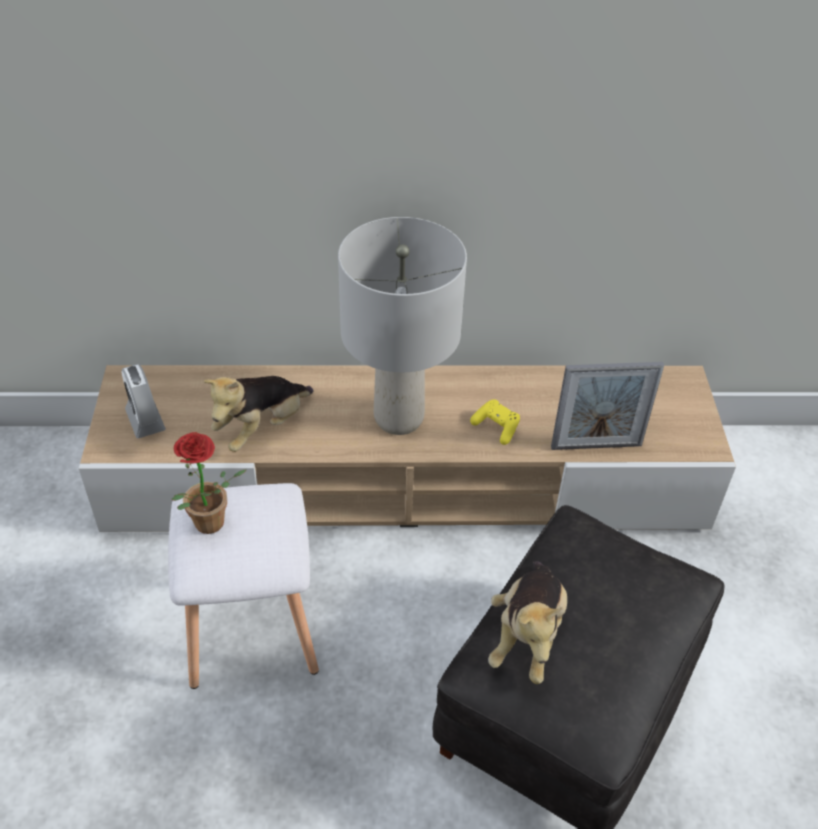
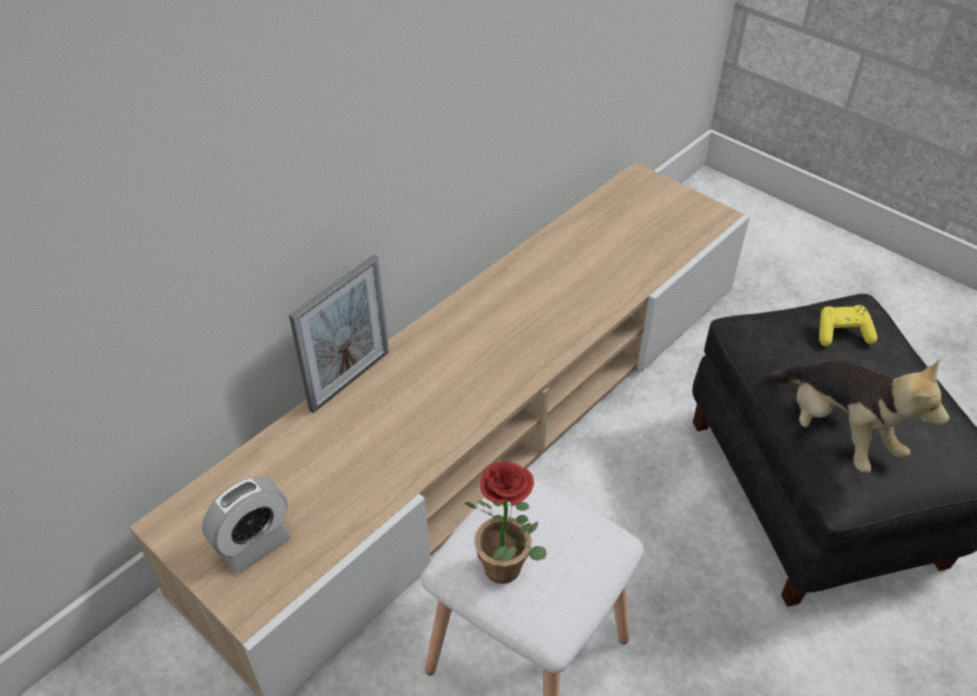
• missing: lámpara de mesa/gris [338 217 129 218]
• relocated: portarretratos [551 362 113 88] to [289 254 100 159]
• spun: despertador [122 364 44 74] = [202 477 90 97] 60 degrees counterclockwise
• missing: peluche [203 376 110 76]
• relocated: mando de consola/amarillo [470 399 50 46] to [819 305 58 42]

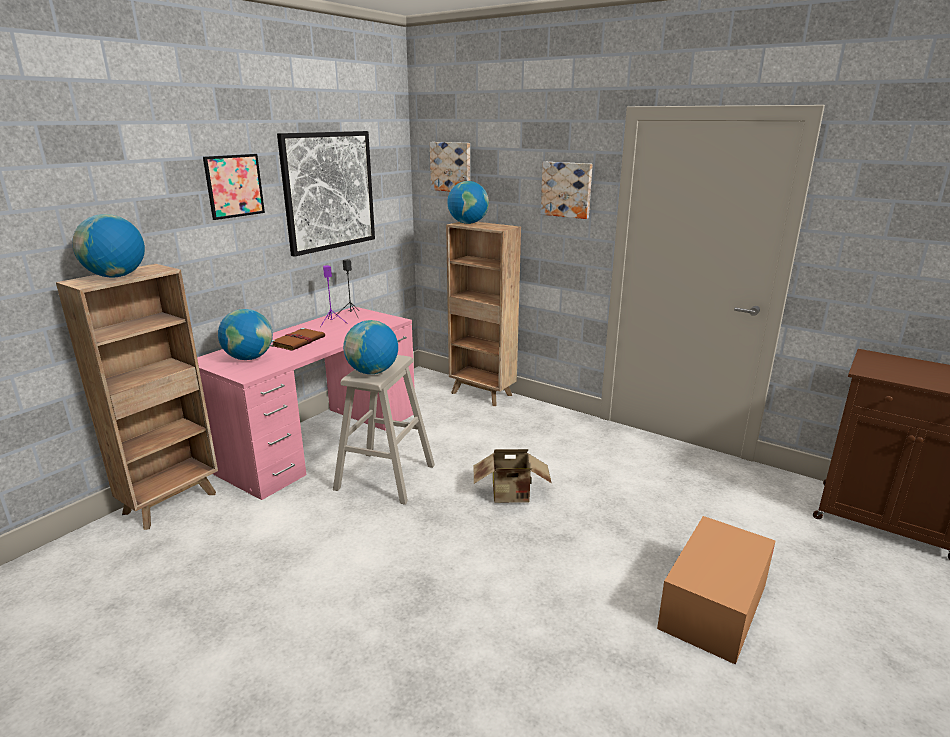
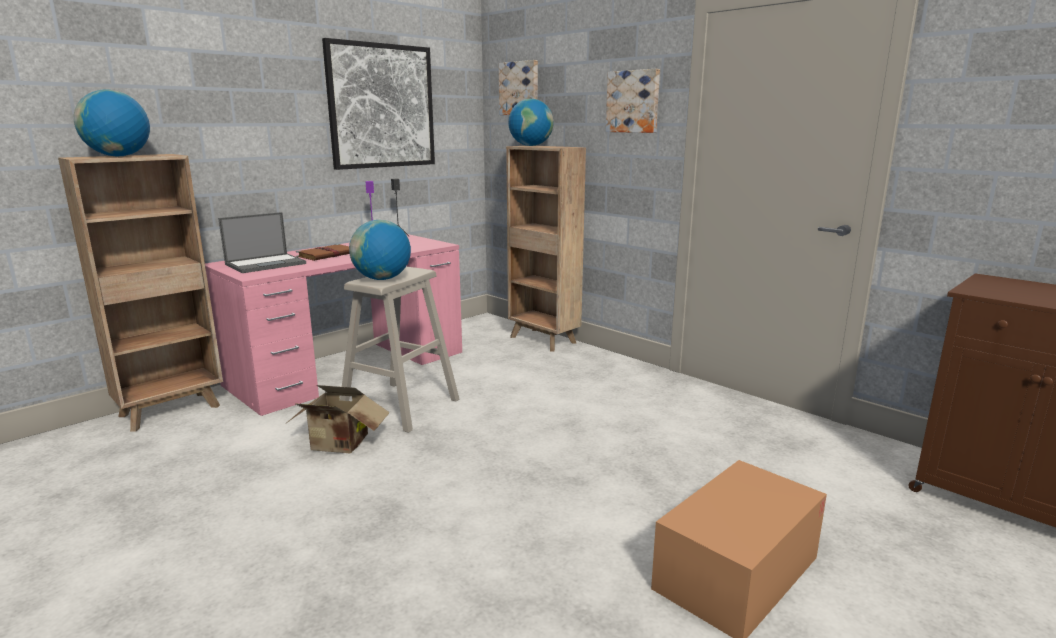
• missing: cuadro [203 154 62 66]
• exchanged: globo terráqueo [218 309 55 51] to portátil [218 212 88 61]
• relocated: caja de cartón [474 449 78 54] to [288 385 102 68]

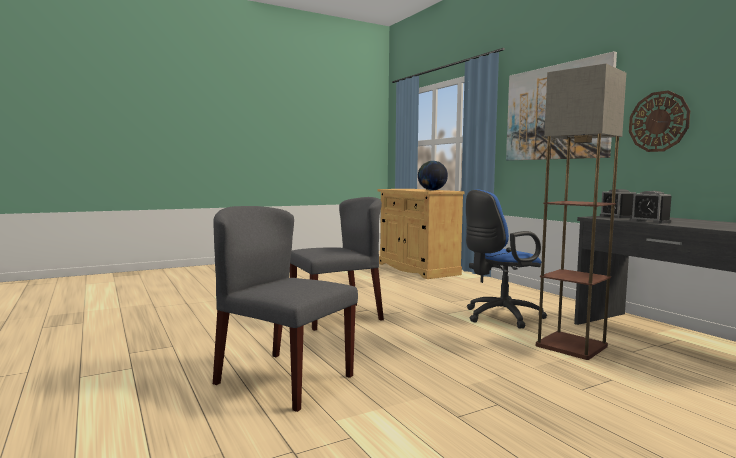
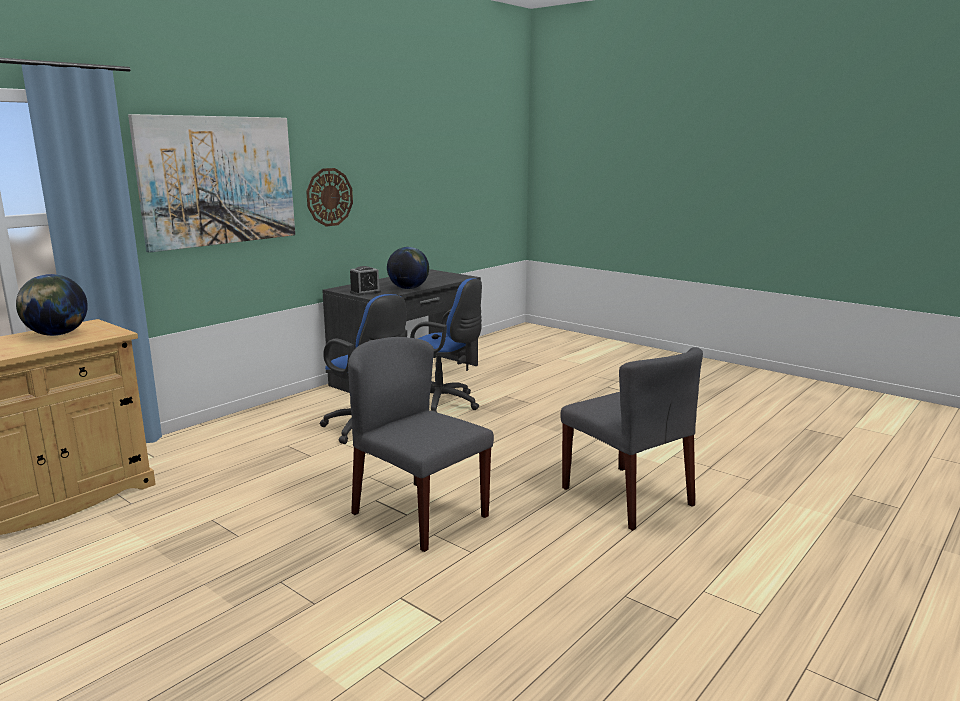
• exchanged: lámpara de pie [536 64 90 296] to silla de oficina/azul [410 278 72 134]
• exchanged: despertador [630 191 41 33] to globo terráqueo [387 247 42 42]
• spun: silla/gris [213 206 145 206] = [560 347 143 184] 45 degrees counterclockwise

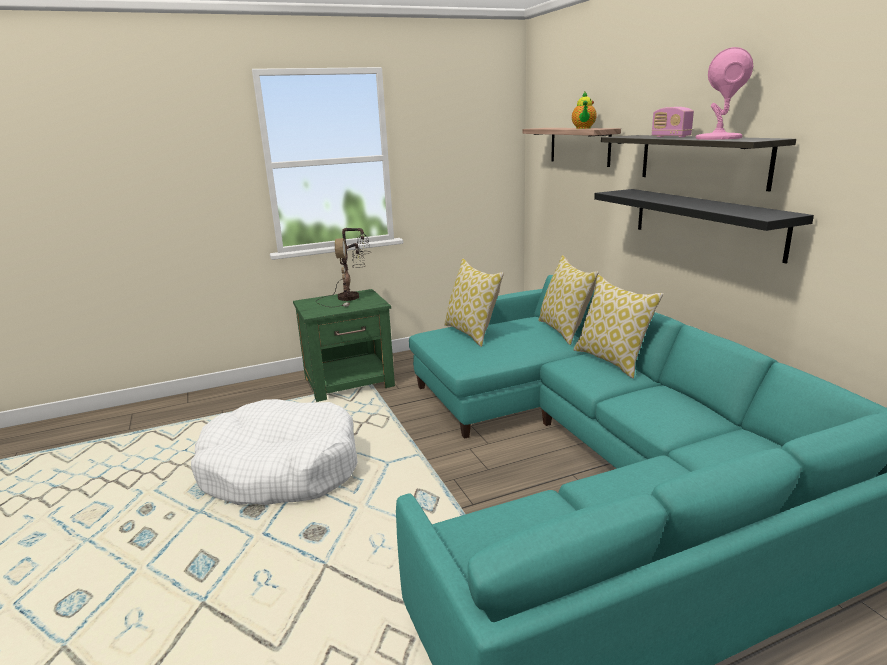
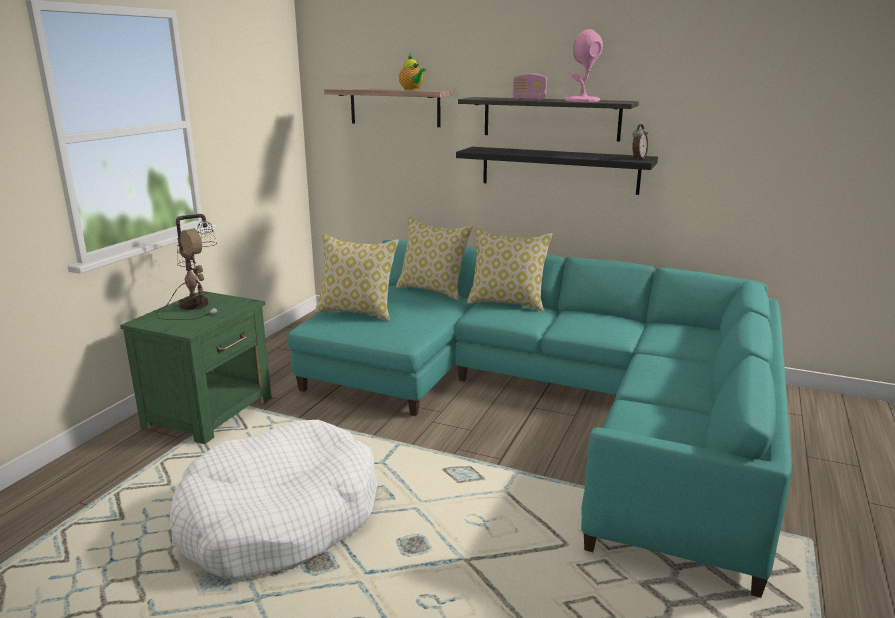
• appeared: despertador [632 124 16 36]

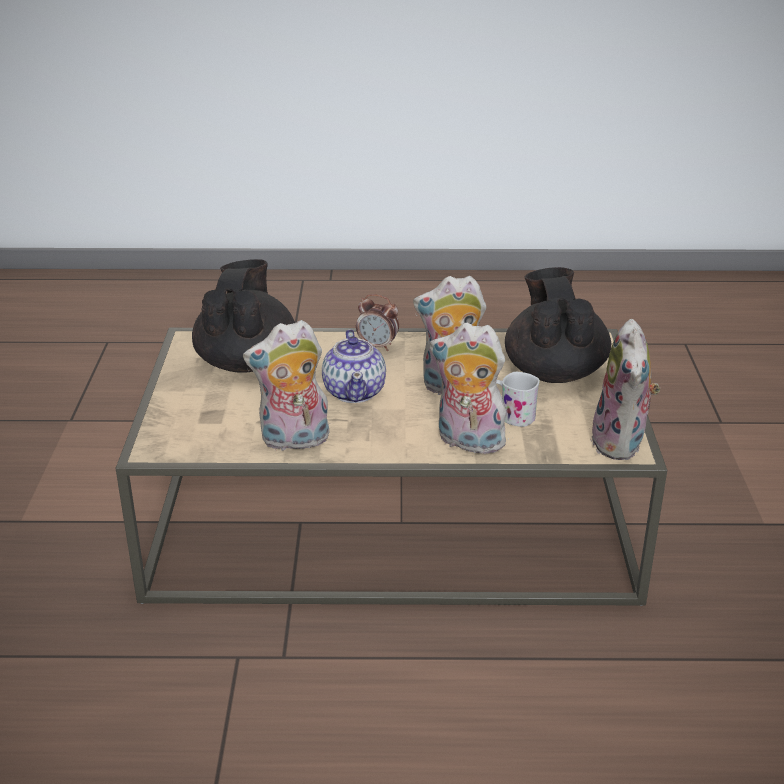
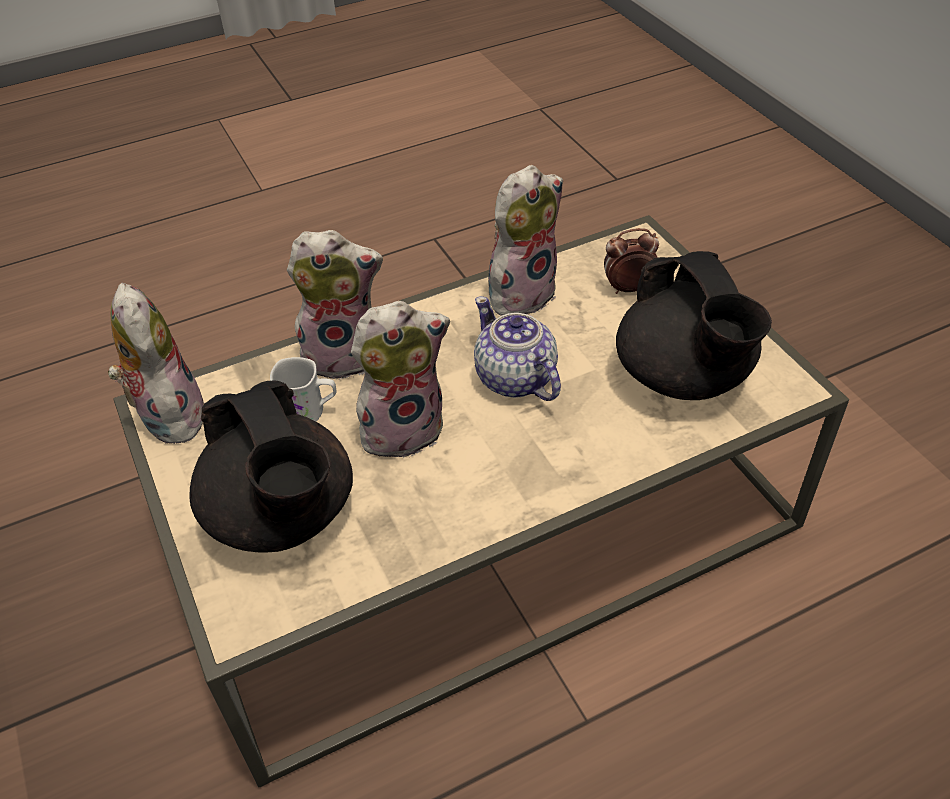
• relocated: despertador [356 294 43 57] to [604 228 55 66]

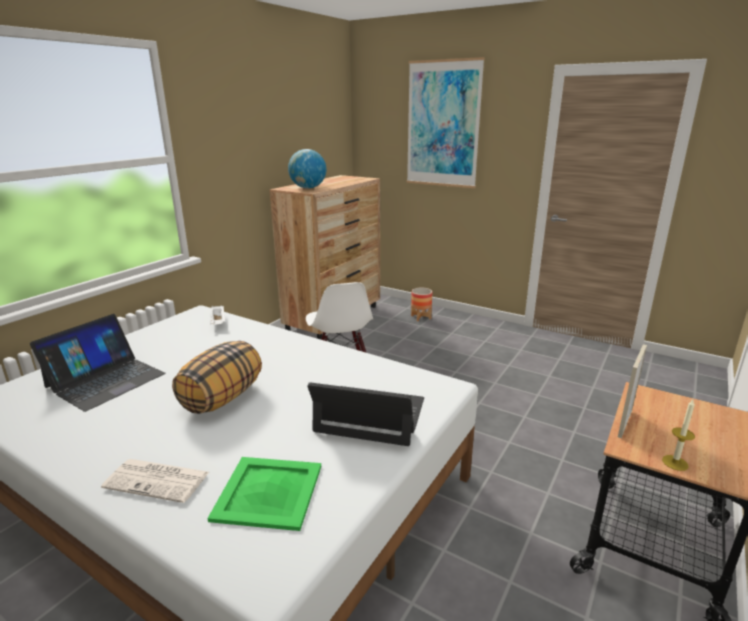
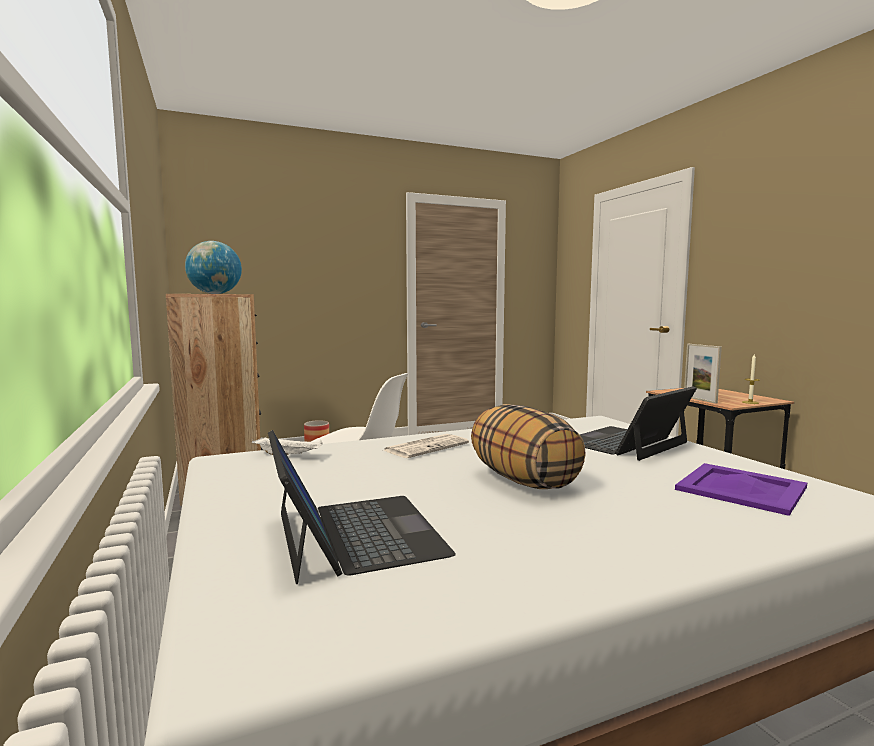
• missing: cuadro [407 57 78 131]
• colour: bandeja/verde [207 457 114 74] to bandeja/morado [675 463 132 53]
• relocated: periódico [101 459 108 44] to [382 434 87 24]

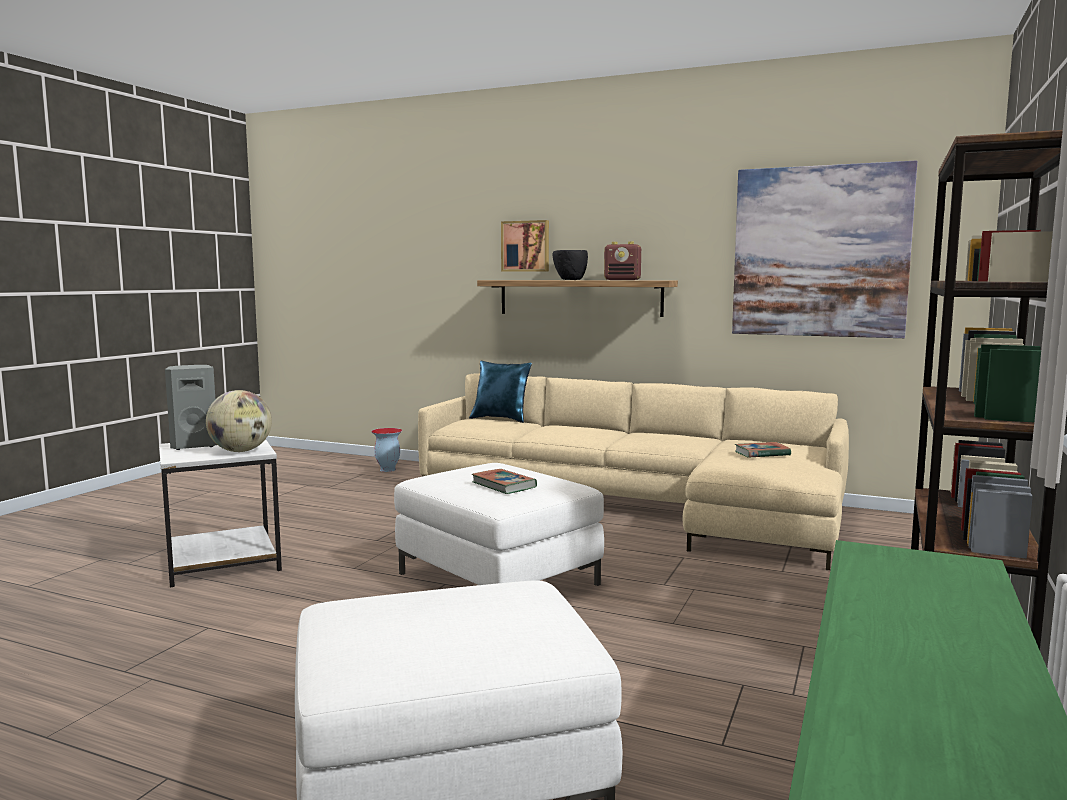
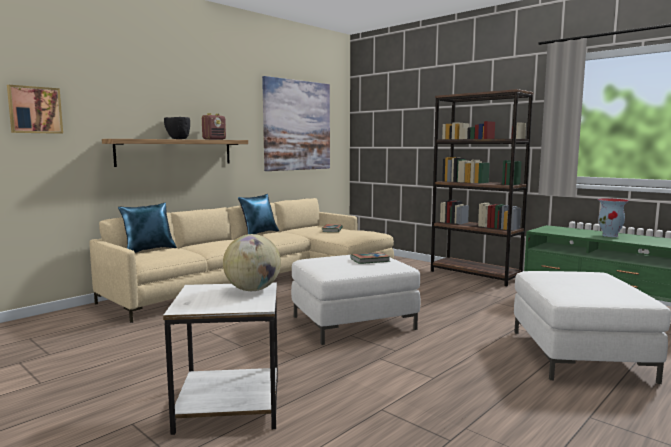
• relocated: cuadro [501 220 48 52] to [7 85 56 49]
• missing: altavoz/gris [165 365 52 85]
• relocated: florero [371 428 31 44] to [598 198 31 39]
• appeared: cojín/azul [238 194 41 40]

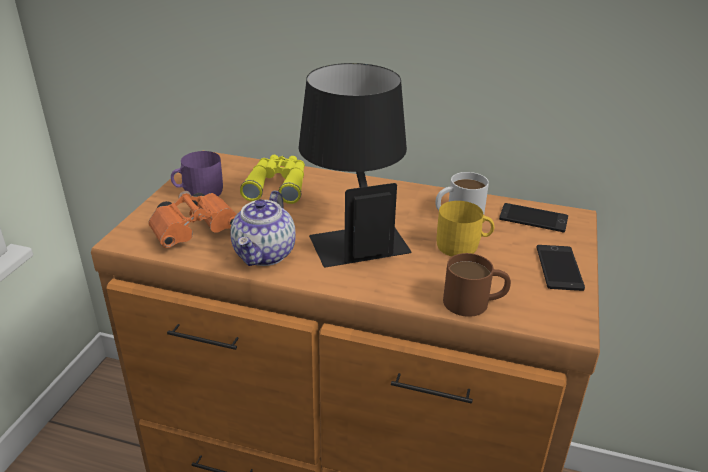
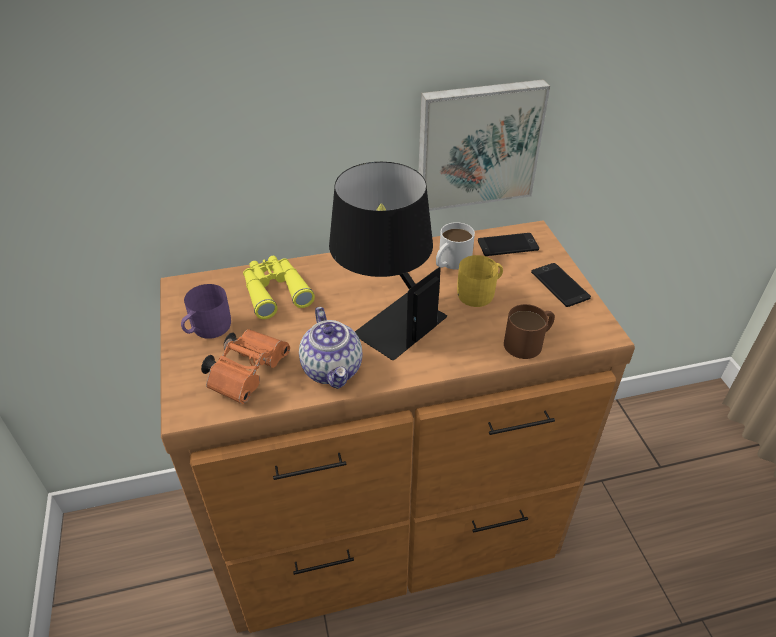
• appeared: cuadro [418 79 132 132]

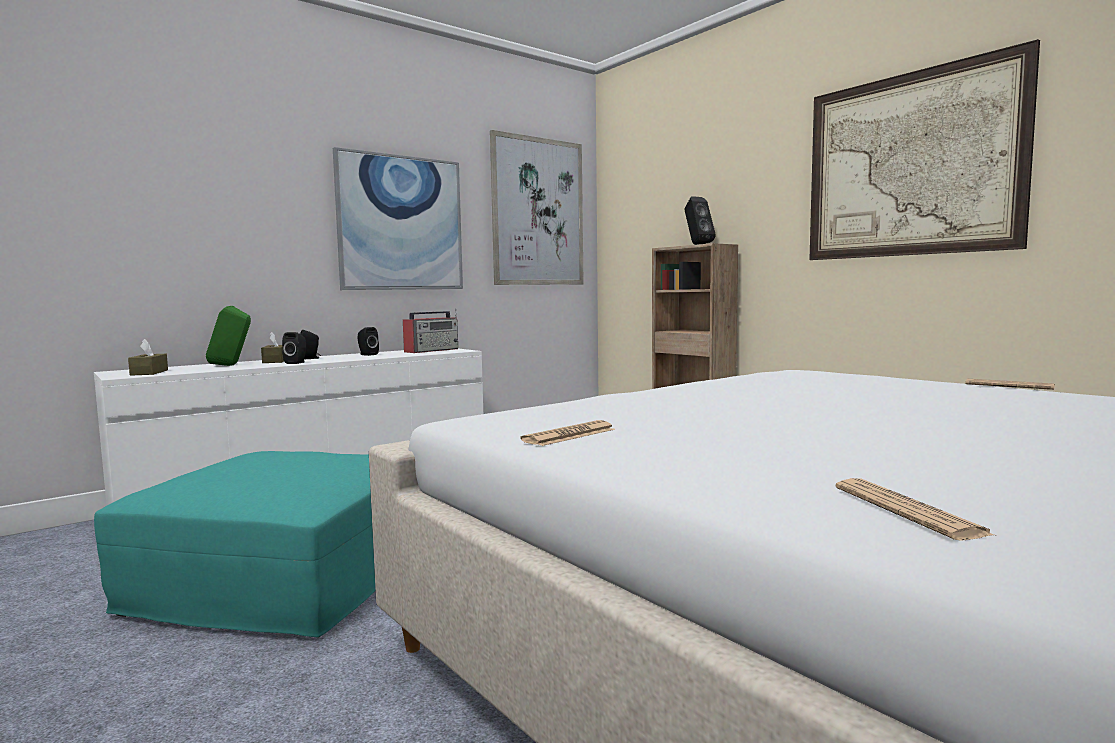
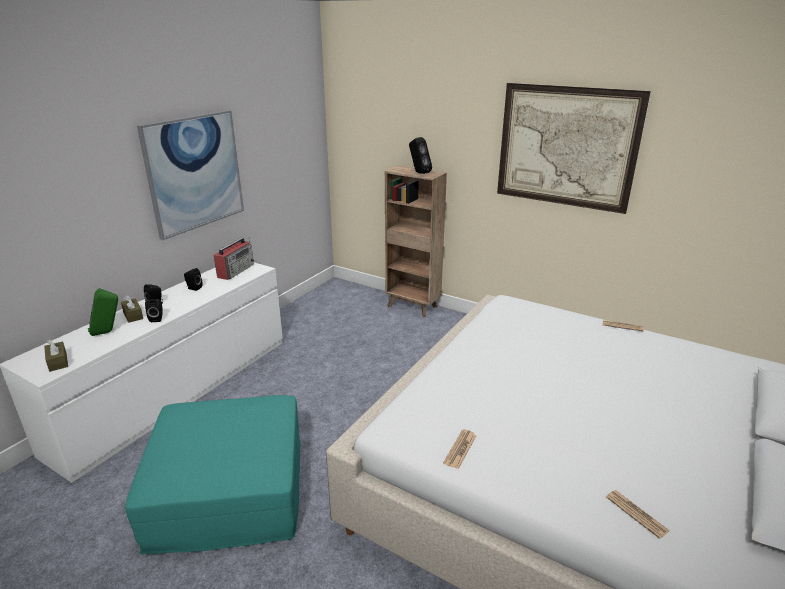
• missing: cuadro [490 130 94 155]

